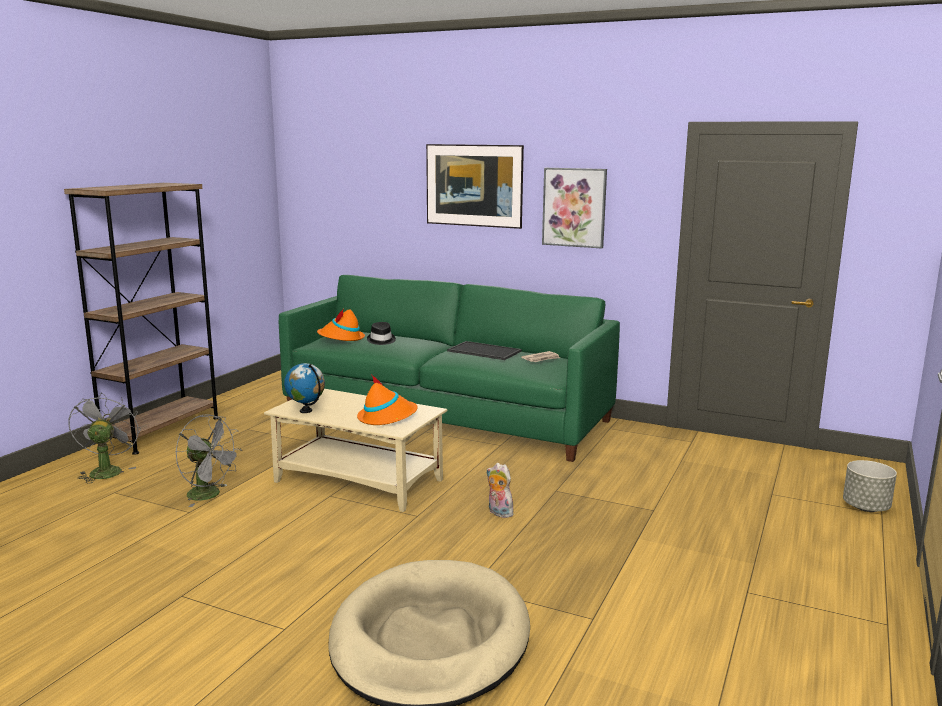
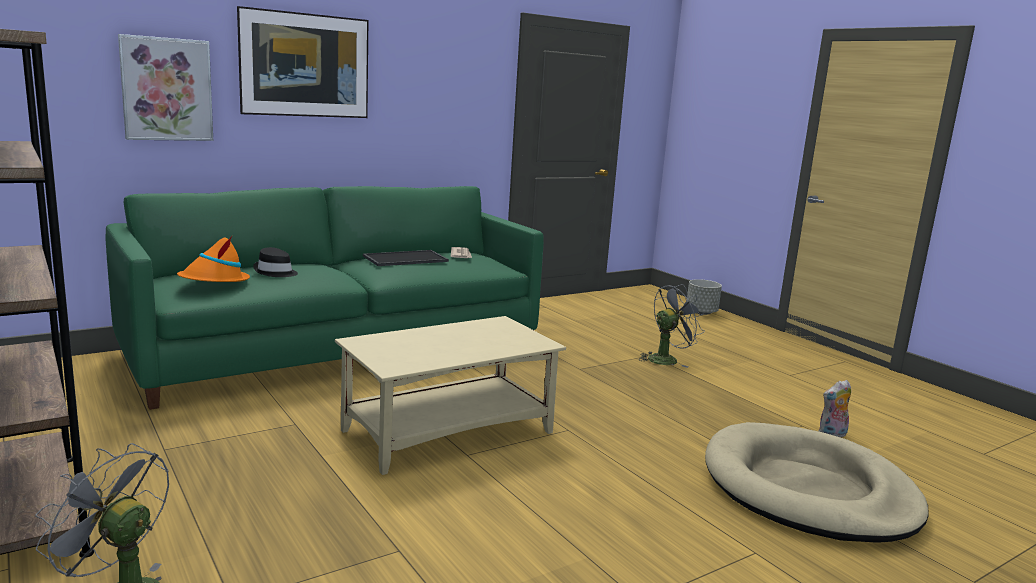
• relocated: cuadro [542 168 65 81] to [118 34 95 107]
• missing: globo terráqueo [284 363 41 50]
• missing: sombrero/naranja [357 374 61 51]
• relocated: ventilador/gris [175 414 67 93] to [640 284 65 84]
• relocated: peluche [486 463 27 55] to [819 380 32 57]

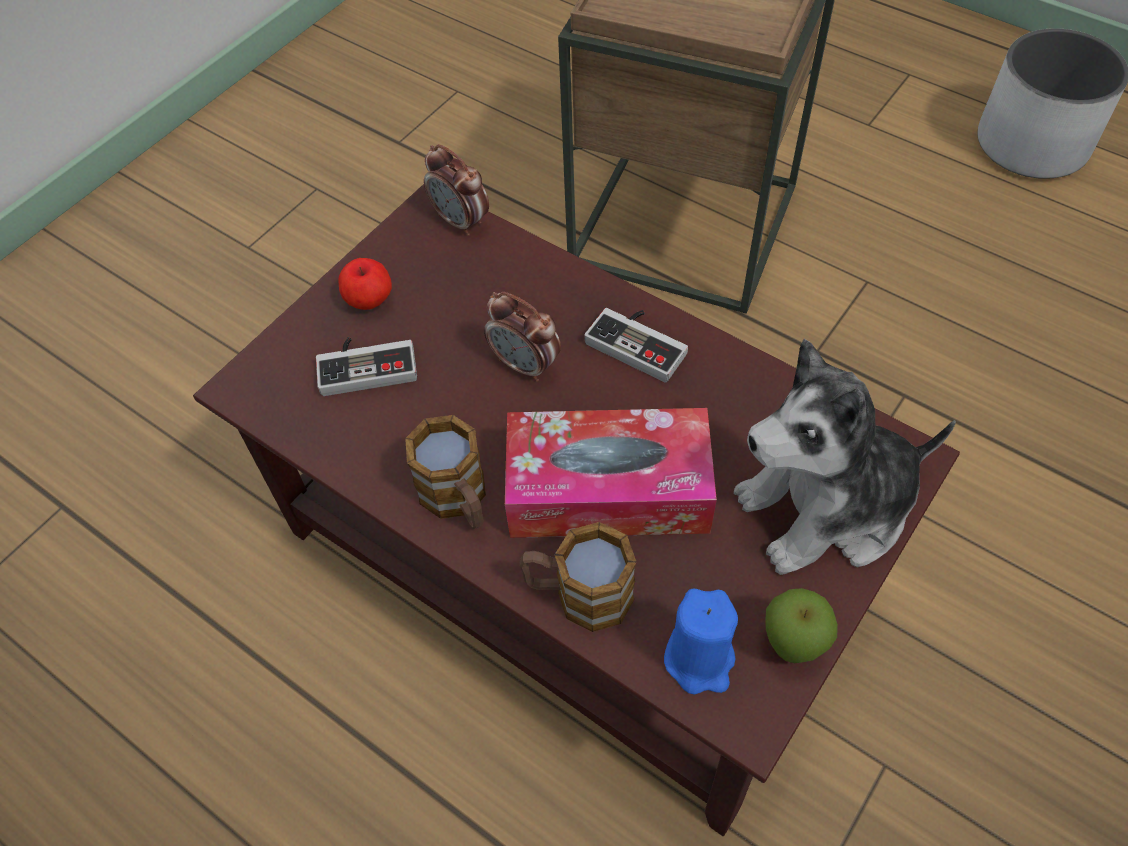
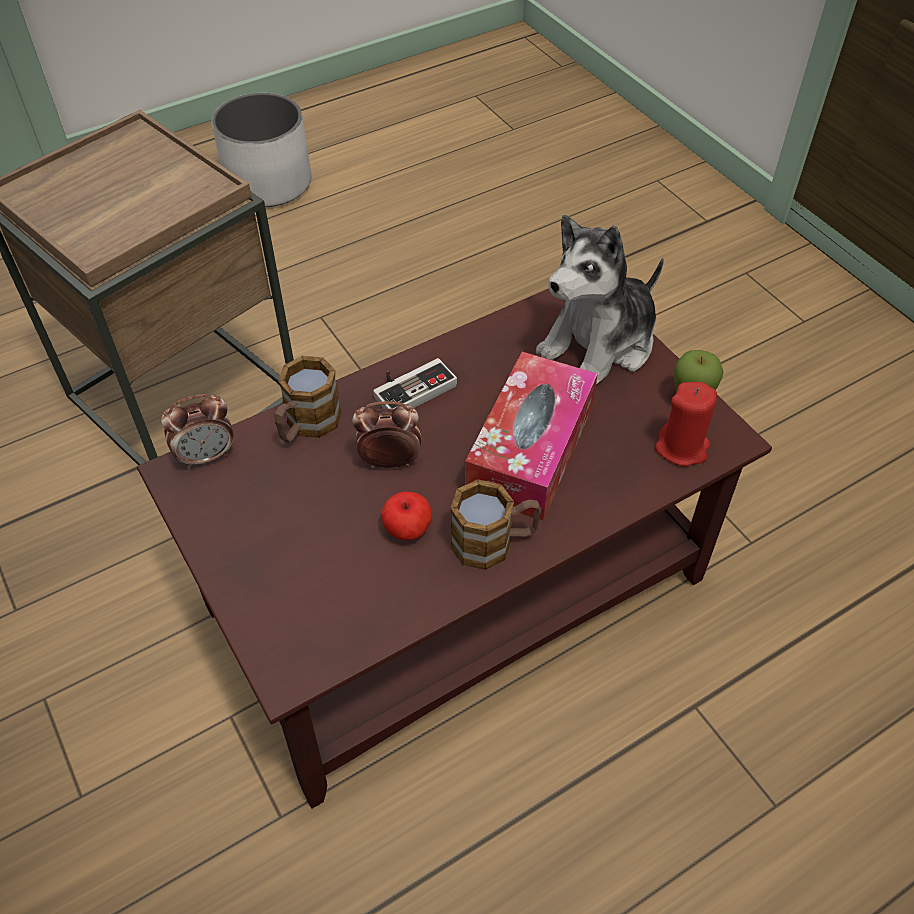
• relocated: manzana [338 258 54 52] to [381 491 51 49]
• spun: despertador [484 292 77 90] = [352 401 69 67] 150 degrees counterclockwise
• missing: mando de consola [316 337 101 59]
• spun: peluche [734 339 222 236] = [536 215 128 169] 45 degrees clockwise
• relocated: taza grande [519 522 118 110] to [275 356 66 86]
• colour: vela/azul [664 588 74 107] to vela/rojo [655 382 62 84]

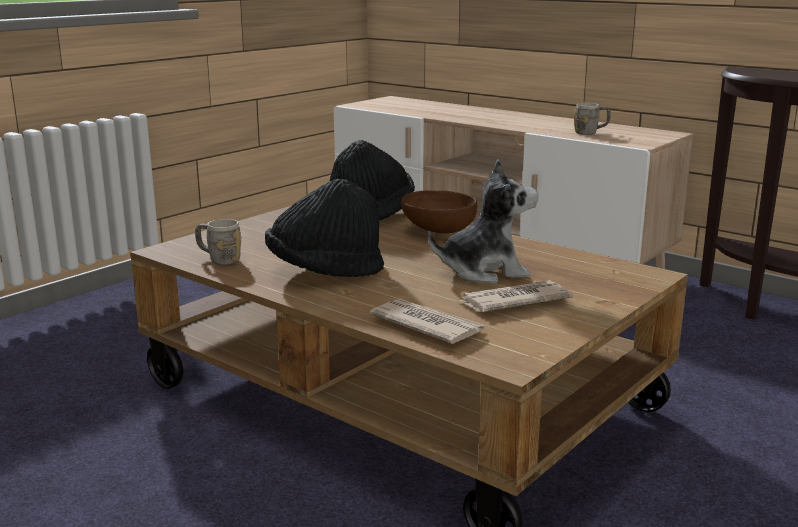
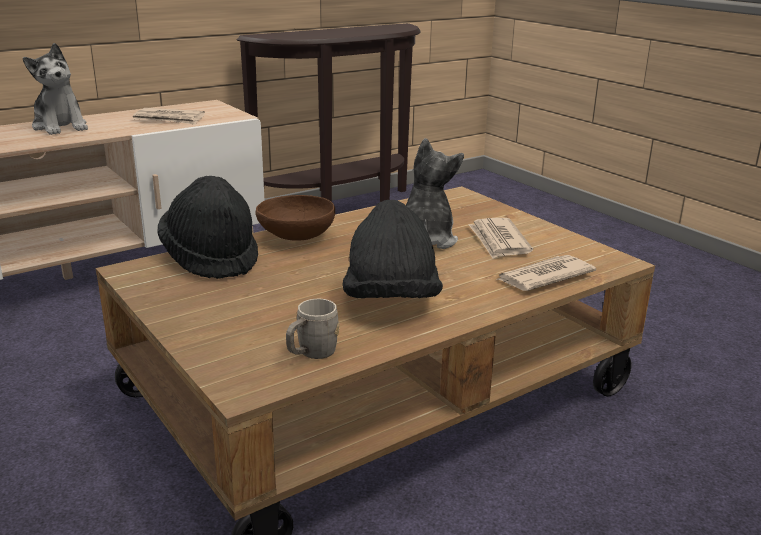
• exchanged: taza grande/gris [574 103 37 32] to periódico [133 108 72 17]
• appeared: peluche [23 43 65 92]

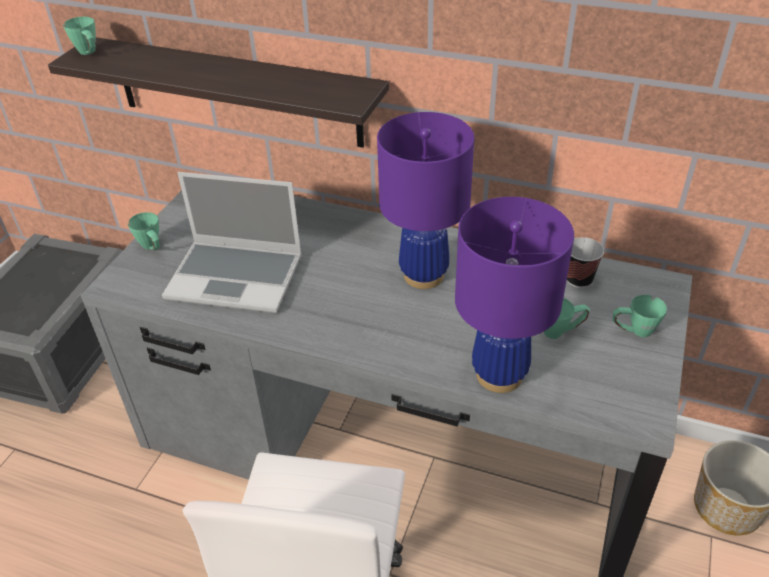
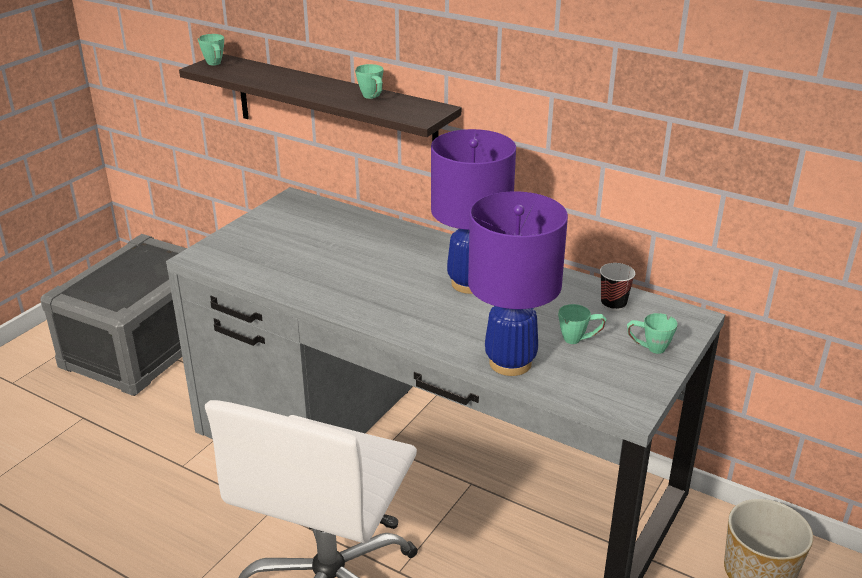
• missing: portátil [162 172 140 141]
• relocated: taza grande/verde [128 212 33 39] to [355 64 28 35]

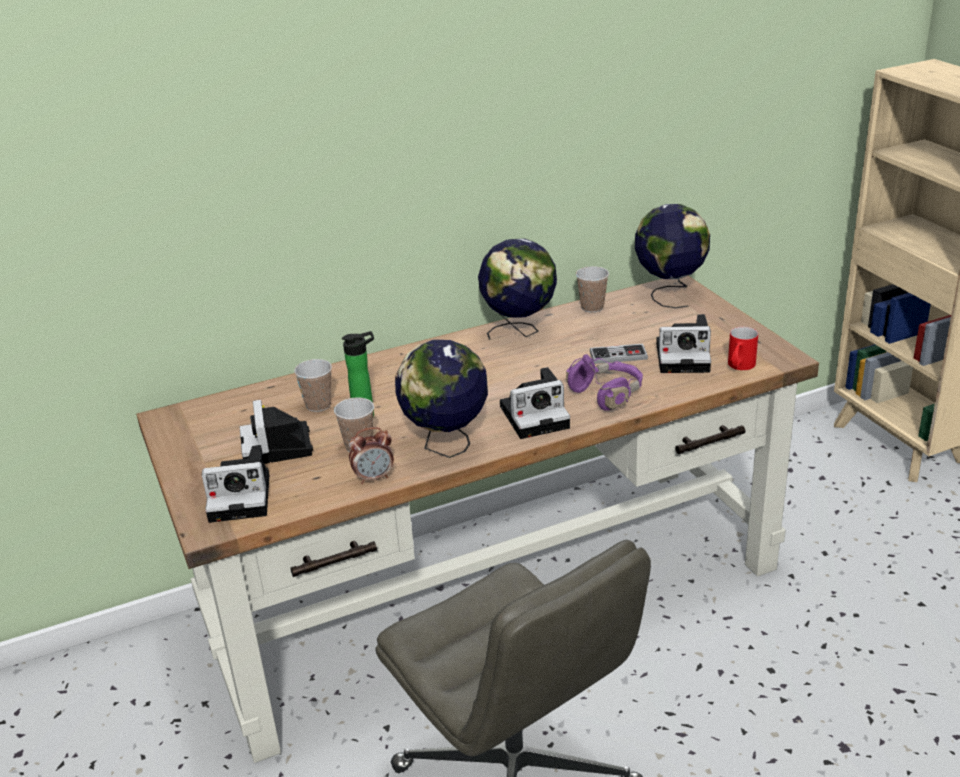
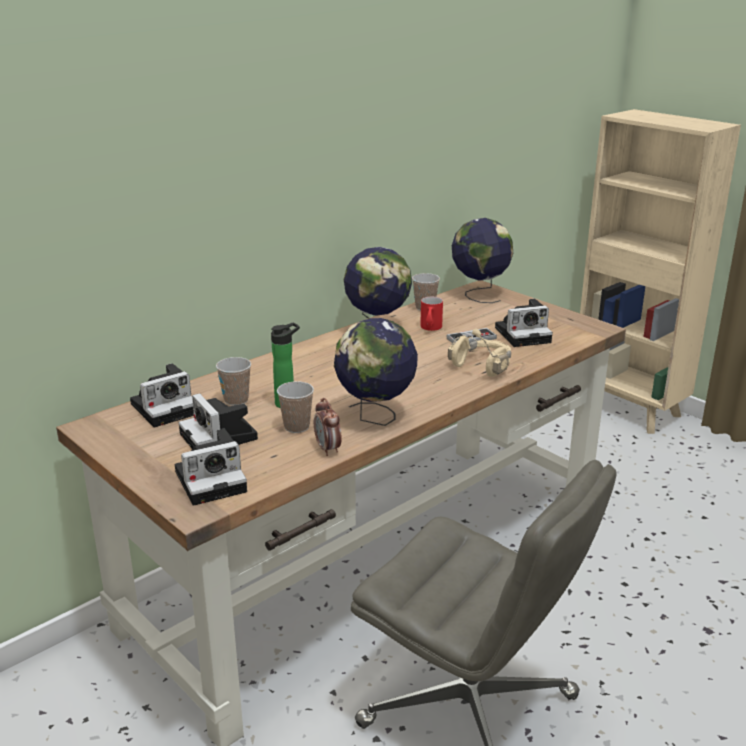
• relocated: taza grande/rojo [728 327 30 43] to [420 297 23 34]
• colour: auriculares/morado [566 354 77 57] to auriculares/beis [448 328 63 49]
• relocated: cámara [500 367 70 72] to [130 363 64 65]
• spun: despertador [349 427 45 57] = [314 398 28 58] 105 degrees clockwise

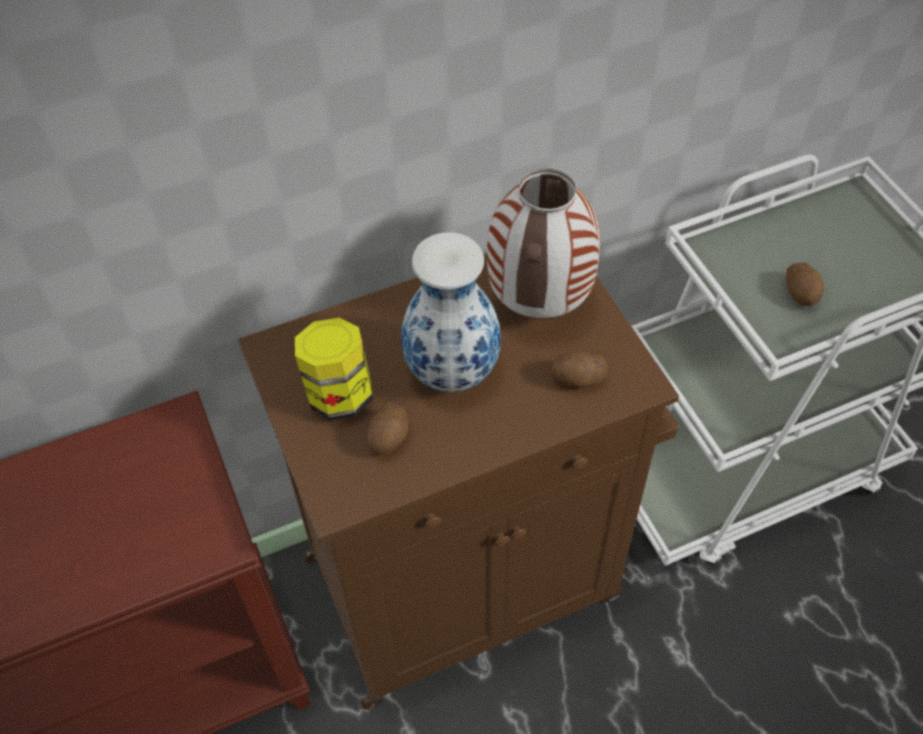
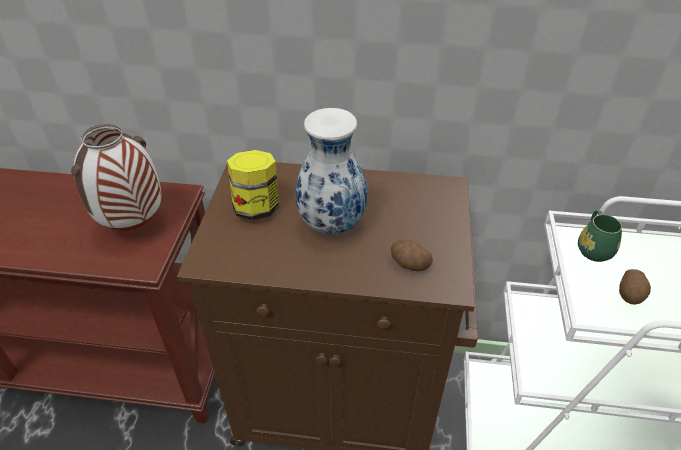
• relocated: florero [487 168 113 151] to [71 124 91 107]
• missing: patata [367 402 41 53]
• appeared: taza grande/verde [578 210 44 52]

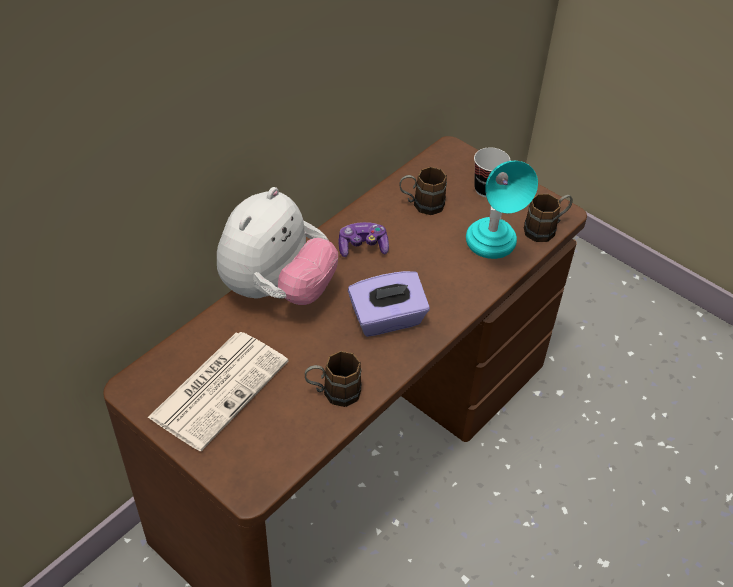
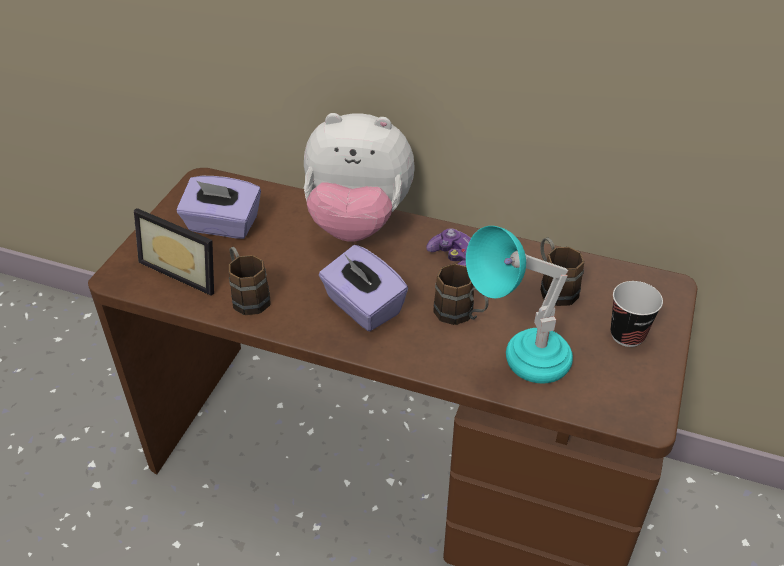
• relocated: taza grande/marrón [524 194 49 48] to [433 263 56 62]
• exchanged: periódico [147 332 141 119] to caja de pañuelos/morado [177 176 84 63]
• appeared: portarretratos [134 208 80 88]

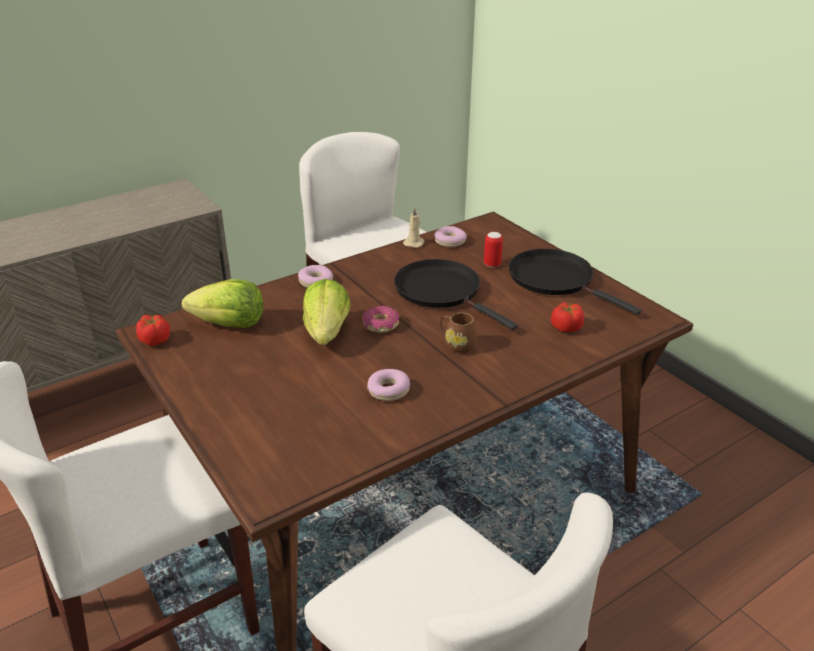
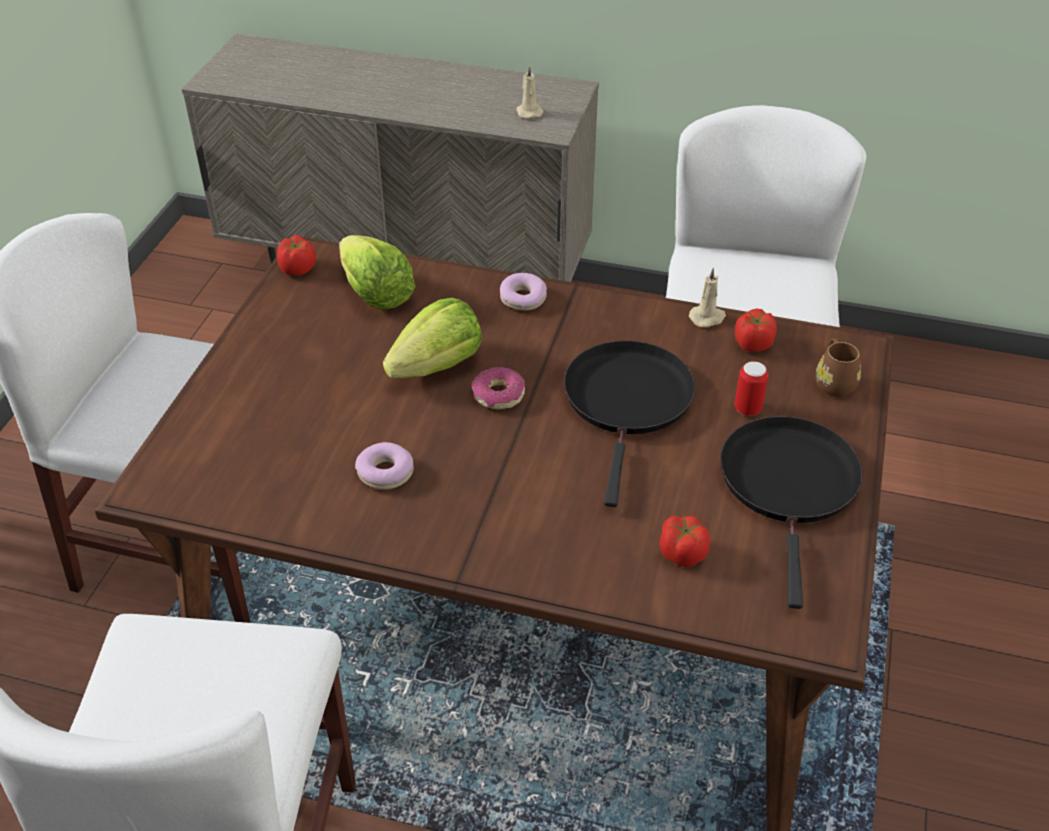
• exchanged: rosquilla [434 226 33 21] to tomate [735 308 42 44]
• relocated: taza grande/marrón [439 313 38 40] to [815 338 46 59]
• appeared: vela/beis [516 65 28 54]

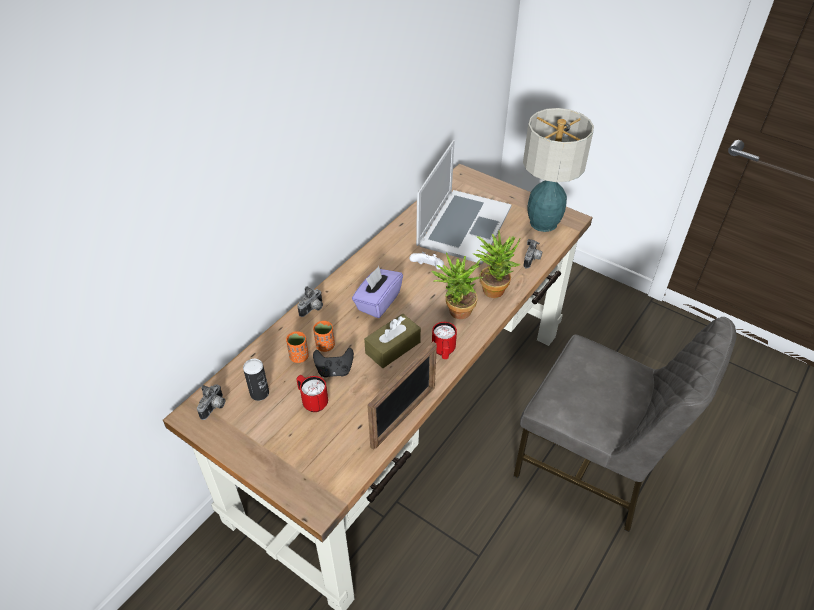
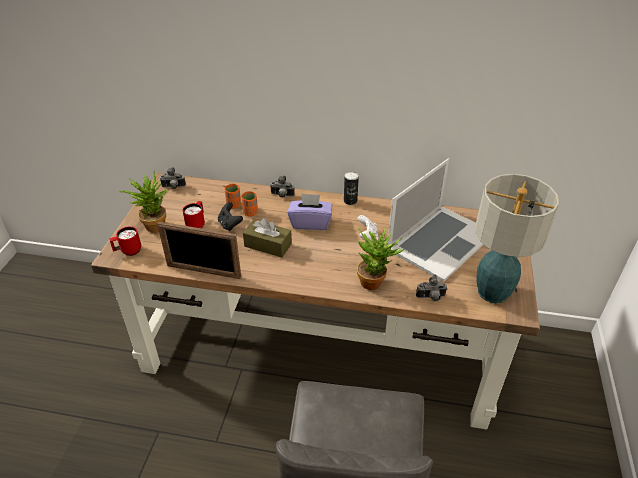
• spun: portátil [416 140 96 124] = [387 158 97 124] 45 degrees counterclockwise
• relocated: planta en maceta [431 253 53 66] to [119 172 49 60]
• relocated: taza grande/rojo [432 322 25 37] to [109 227 32 29]
• relocated: lata [243 359 26 42] to [344 171 15 34]

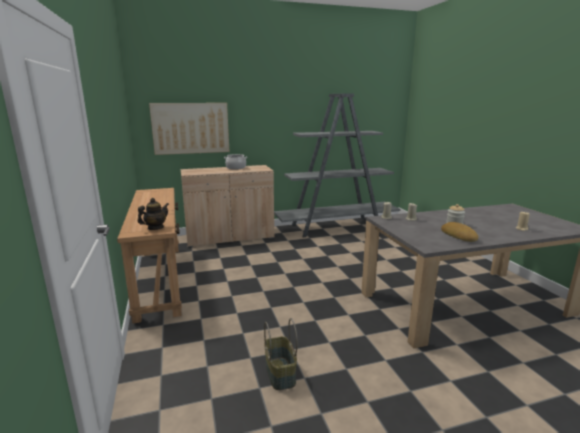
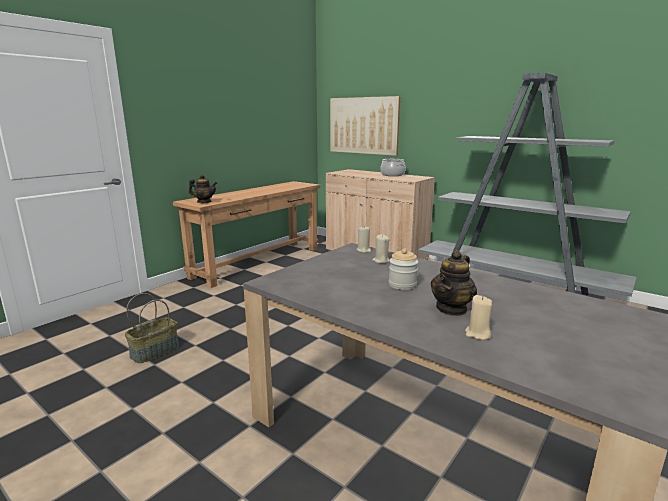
• missing: pan [441 222 37 20]
• appeared: tetera [431 250 46 66]

